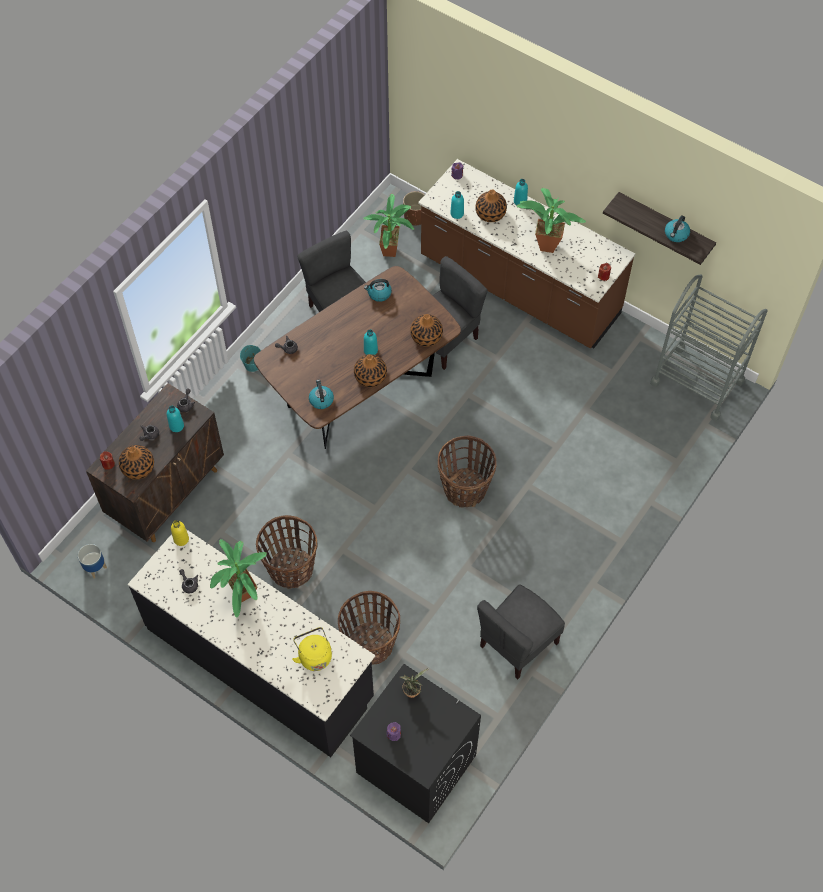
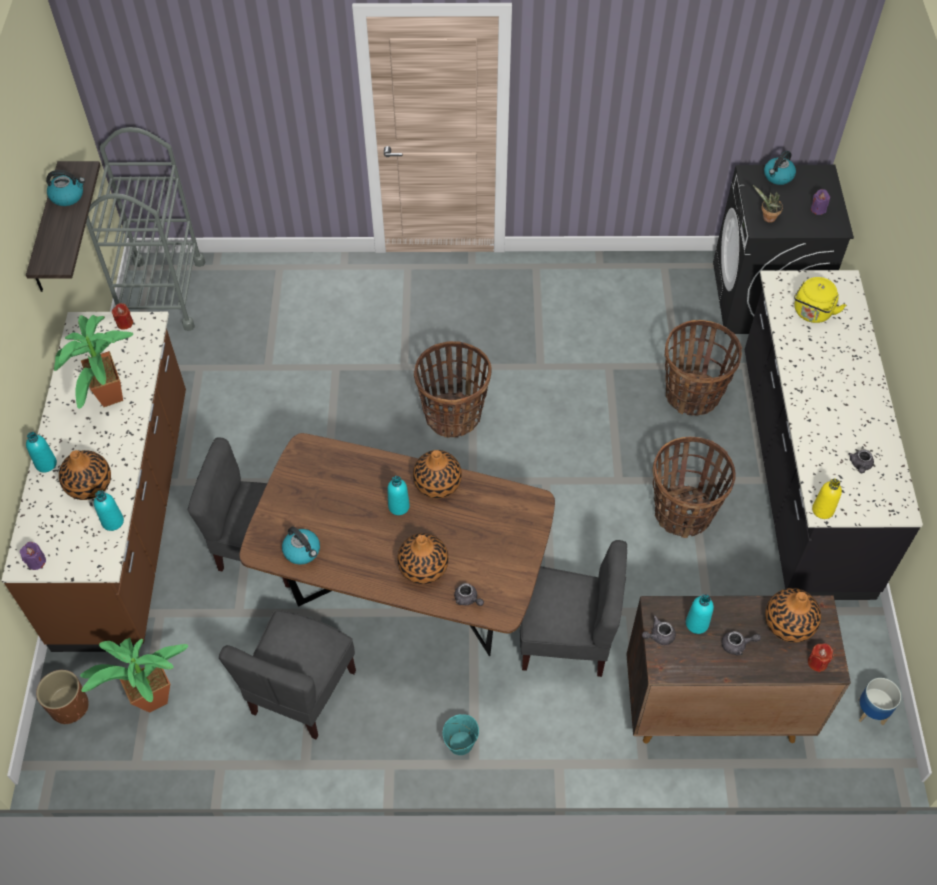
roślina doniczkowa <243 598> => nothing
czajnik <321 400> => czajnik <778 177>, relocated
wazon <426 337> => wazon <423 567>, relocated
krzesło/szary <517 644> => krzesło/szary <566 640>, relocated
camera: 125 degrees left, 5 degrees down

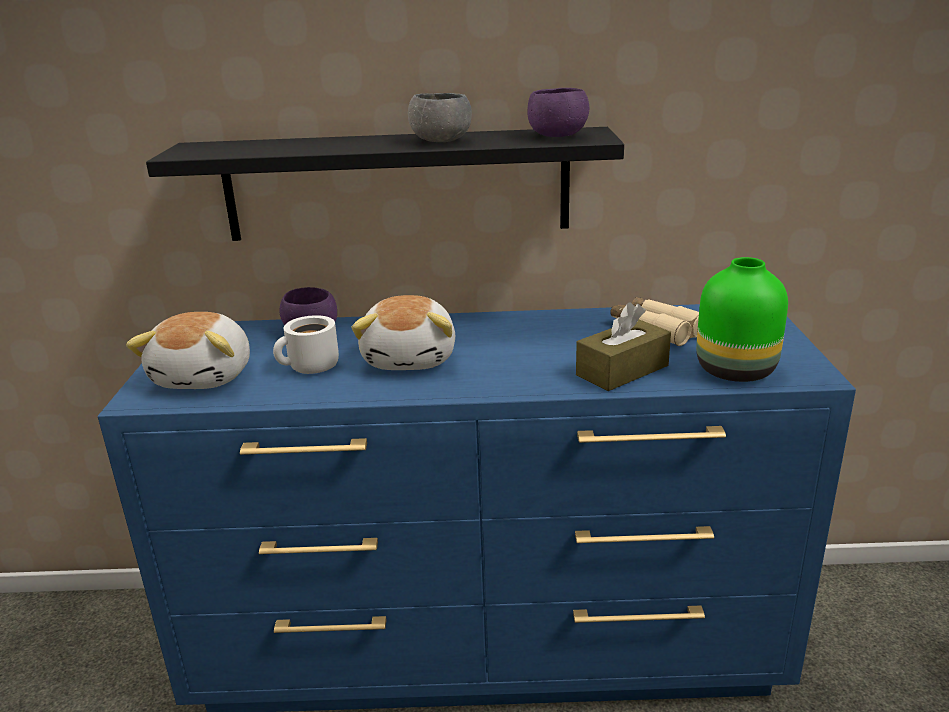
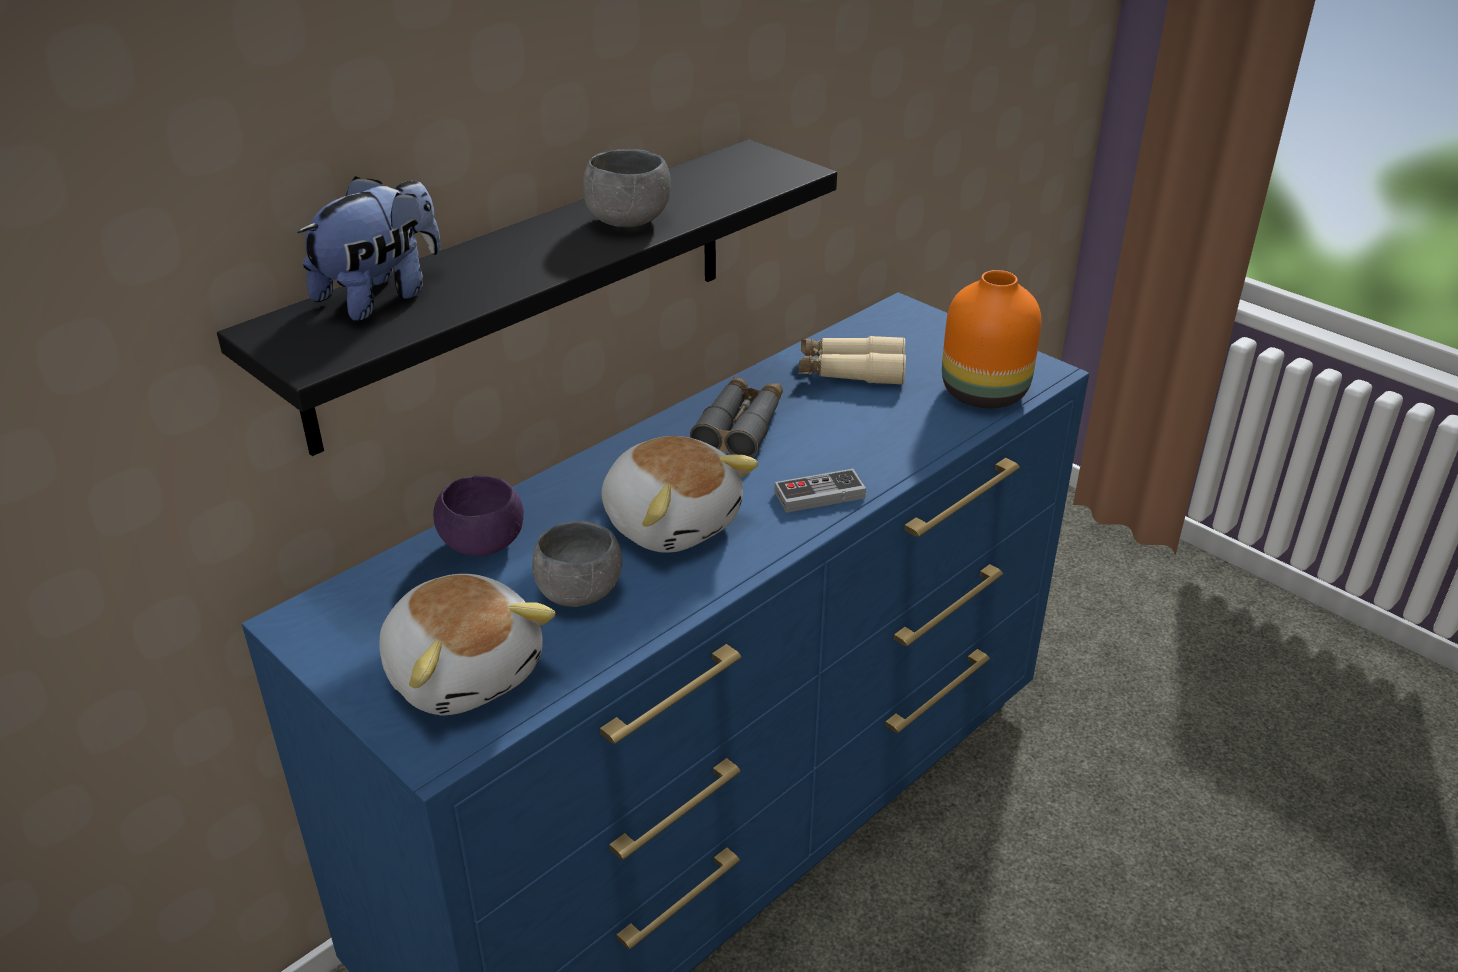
kubek/biały <311 368> => miska/szary <579 592>
miska/fioletowy <558 136> => nothing
pudełko chusteczek/brązowy <622 370> => nothing
wazon/zielony <737 371> => wazon/pomarańczowy <986 393>
nothing => pluszak <381 296>
nothing => lornetka/szary <740 427>
nothing => pad do gier <819 495>
camera: 45 degrees left, 10 degrees up

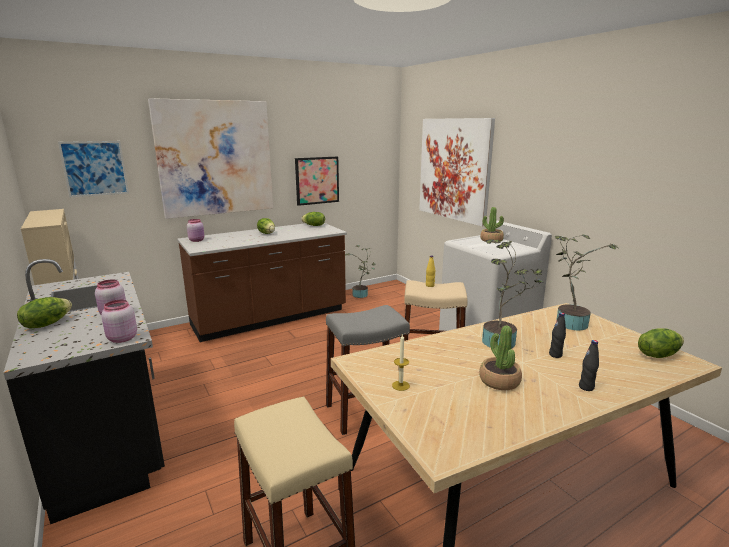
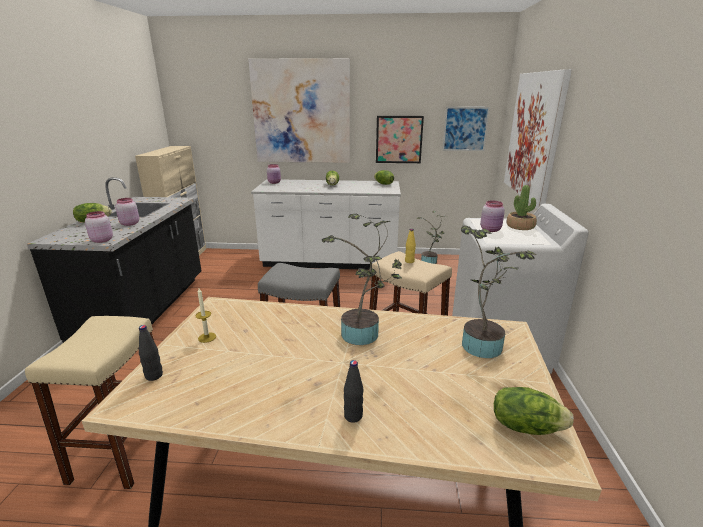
obraz <95 168> => obraz <465 129>, relocated
zabudowa kuchenna/brązowy <270 318> => zabudowa kuchenna/biały <330 262>
roślina doniczkowa <499 381> => nothing
butelka/czarny <555 355> => butelka/czarny <154 376>, relocated
nothing => słoik/różowy <491 230>
camera: 35 degrees right, 5 degrees up

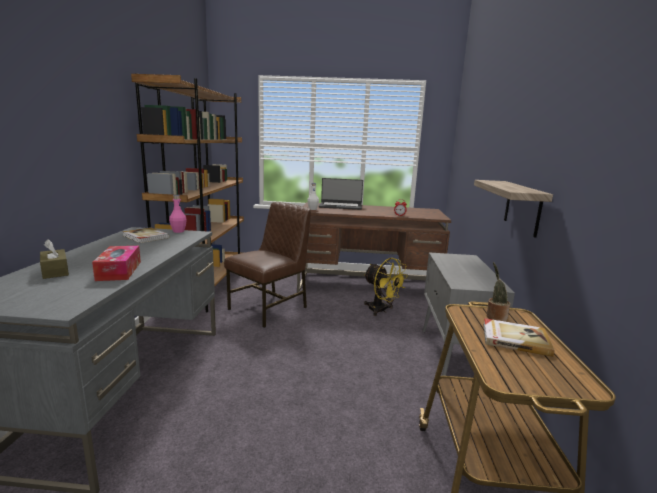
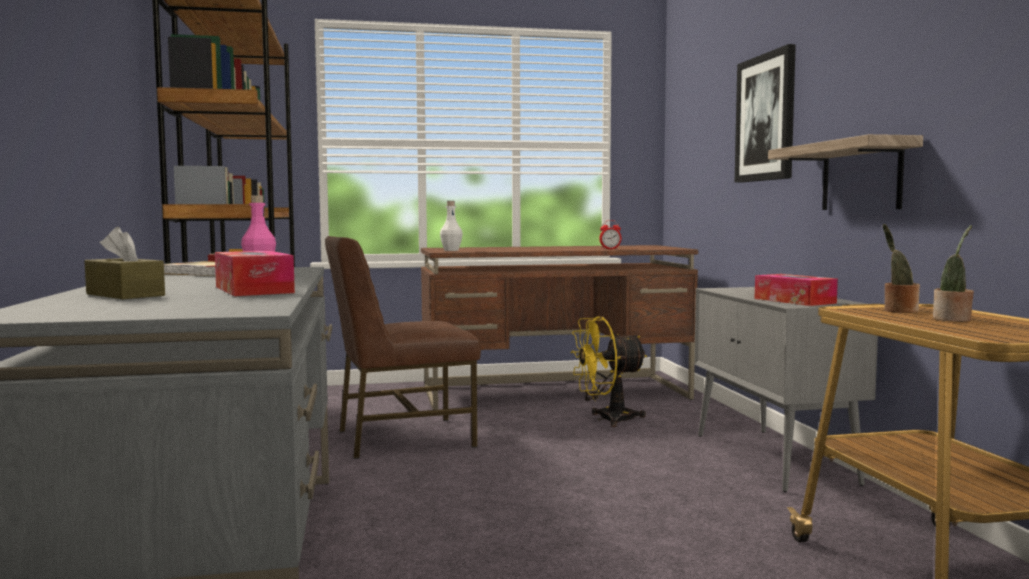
krzesło/brązowy <270 308> => krzesło/brązowy <402 438>, 135 degrees counterclockwise
laptop <340 206> => nothing
wentylator/żółty <381 310> => wentylator/żółty <607 419>, 135 degrees clockwise
książka <514 339> => roślina doniczkowa <953 319>
nothing => obraz <766 118>
nothing => pudełko chusteczek <794 301>
camera: 15 degrees left, 10 degrees down

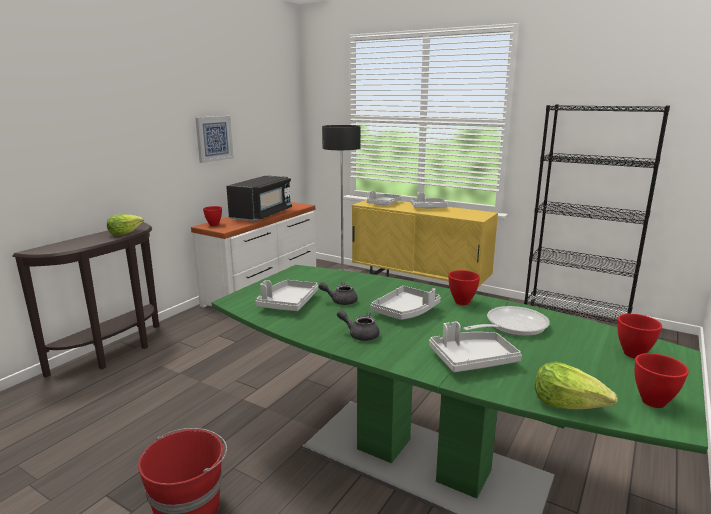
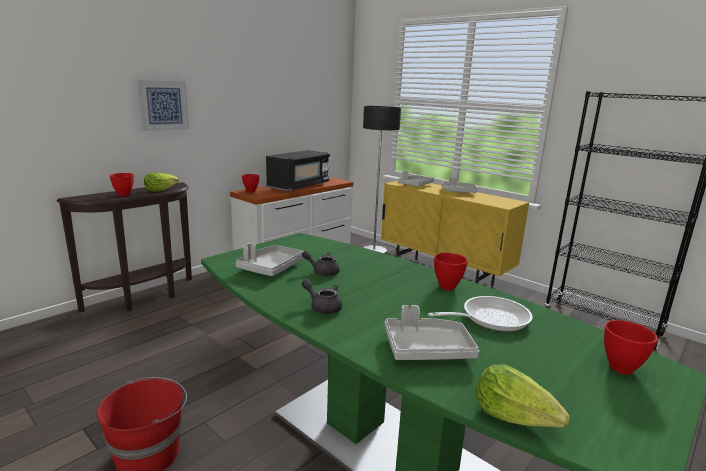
obraz <214 138> => obraz <163 105>, relocated
taca/szary <406 311> => nothing
miska/czerwony <652 402> => miska/czerwony <123 195>, relocated
camera: 10 degrees right, 0 degrees up

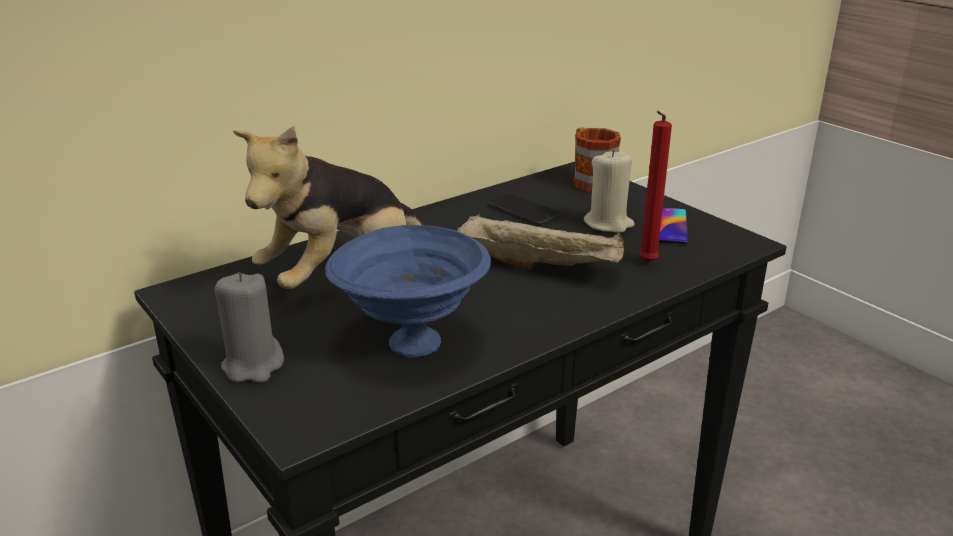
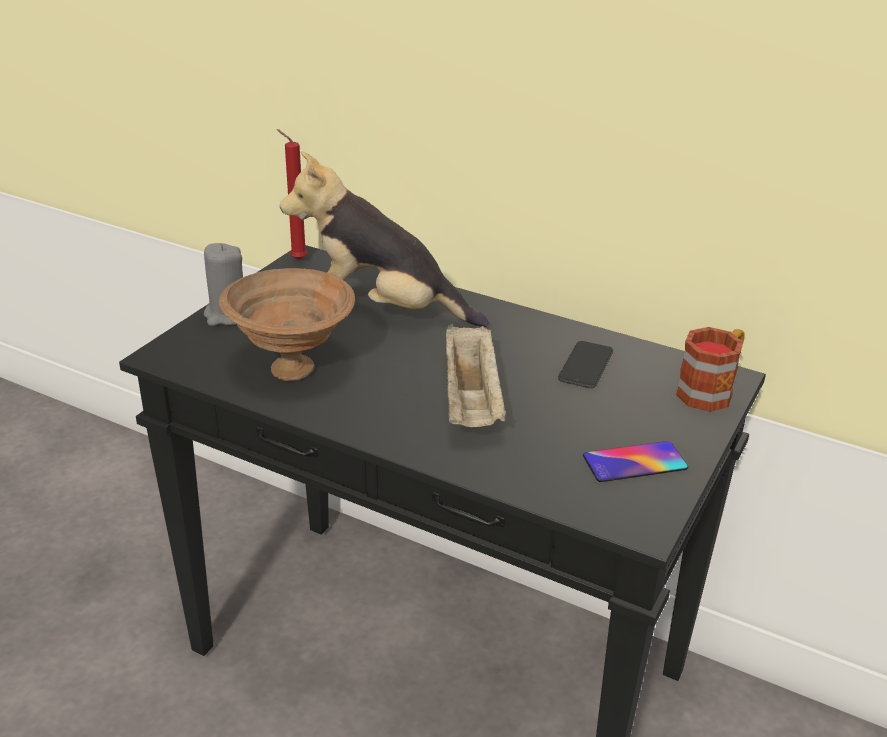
miska/niebieski <410 344> => miska/brązowy <290 368>
świeca/beżowy <608 224> => nothing
świeca/czerwony <646 263> => świeca/czerwony <296 259>, relocated
camera: 65 degrees right, 5 degrees up

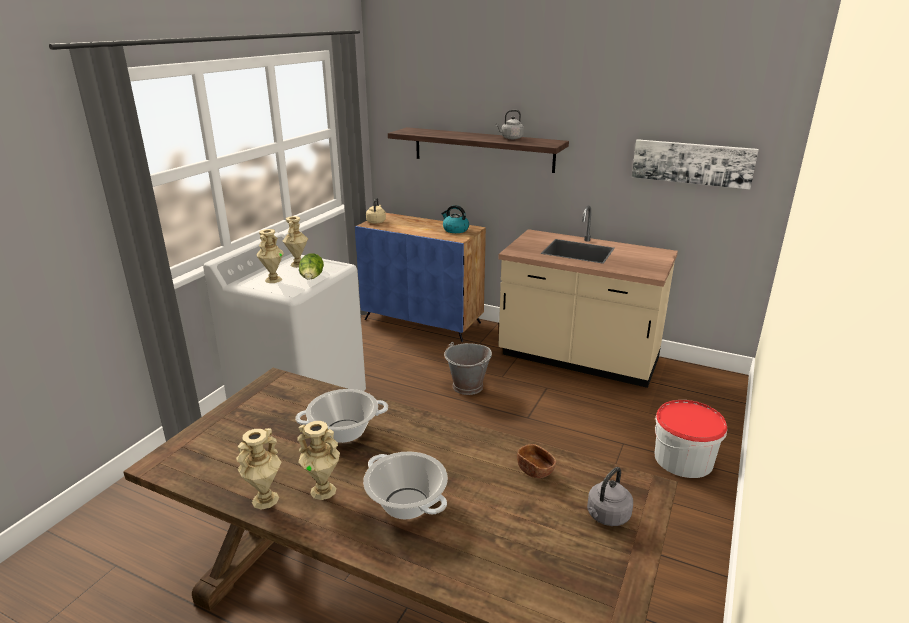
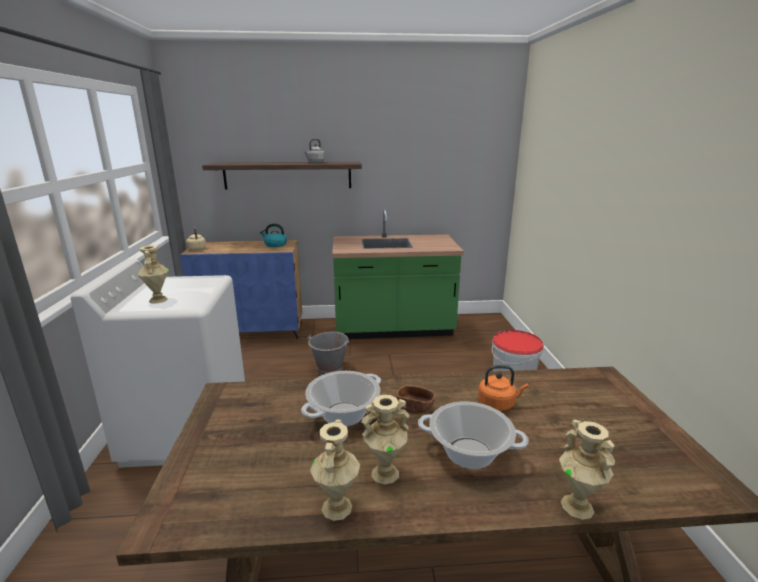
wazon/beżowy <298 264> => wazon/beżowy <578 506>, relocated
sałata <312 278> => nothing
zabudowa kuchenna/beżowy <578 359> => zabudowa kuchenna/zielony <393 329>
miska/brązowy <535 470> => miska/brązowy <415 408>, relocated
czajnik/szary <606 516> => nothing
obraz <692 163> => nothing
nothing => czajnik/pomarańczowy <498 404>
camera: 30 degrees left, 5 degrees down

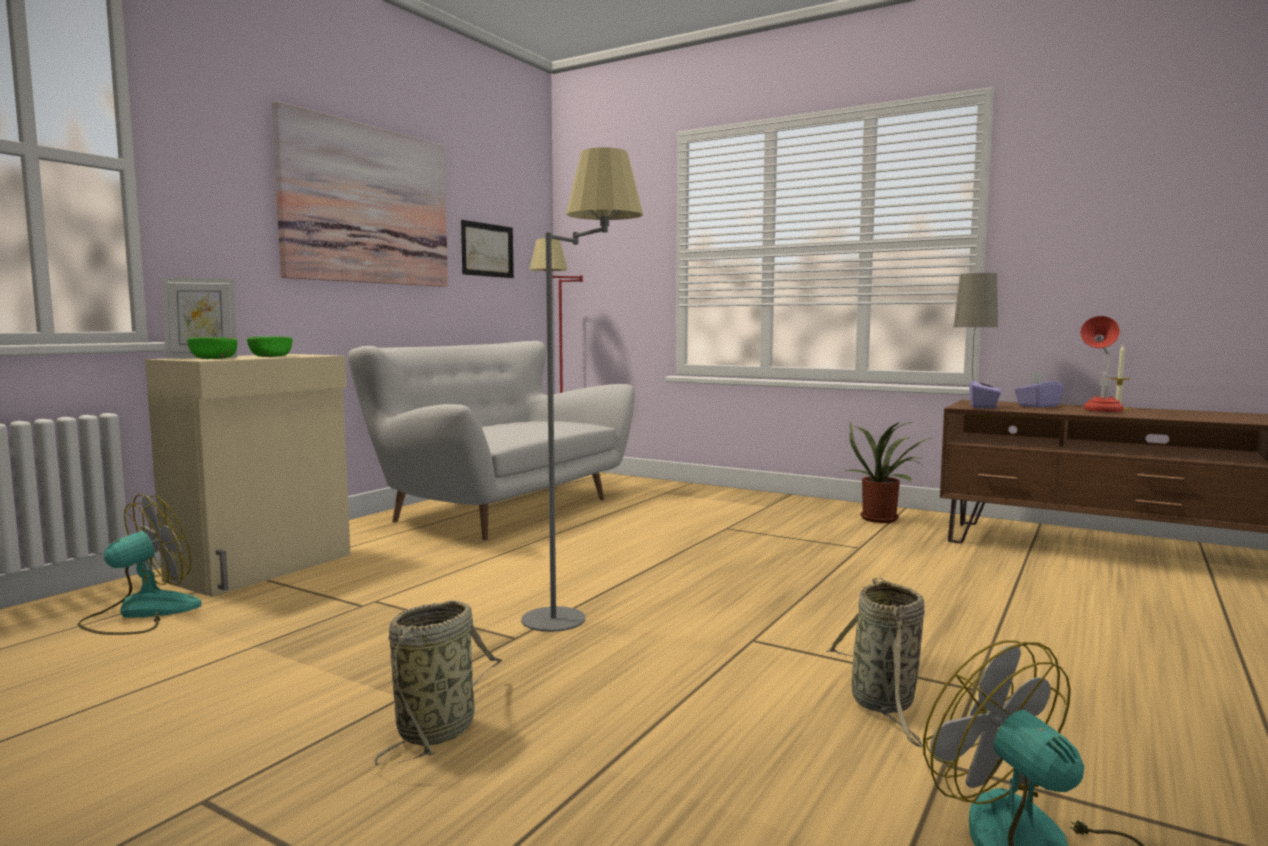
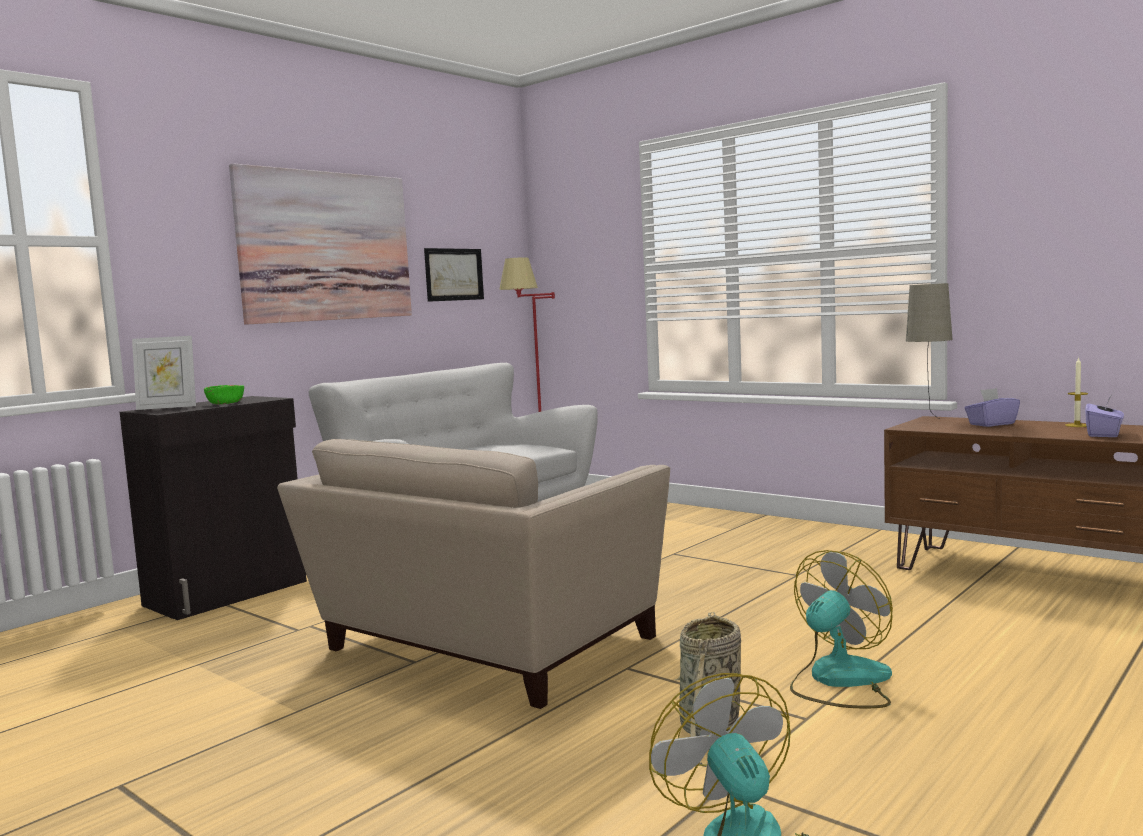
wentylator <141 613> => wentylator <839 681>, relocated
szafka/beżowy <264 567> => szafka/czarny <228 593>
miska/zielony <213 359> => nothing
koszyk <439 728> => nothing
lampa stojąca/szary <582 620> => fotel/beżowy <482 646>
roślina doniczkowa <882 519> => nothing
pudełko chusteczek/fioletowy <983 407> => pudełko chusteczek/fioletowy <1103 434>, relocated
lampa stołowa/czerwony <1100 411> => nothing
camera: 10 degrees right, 0 degrees up

